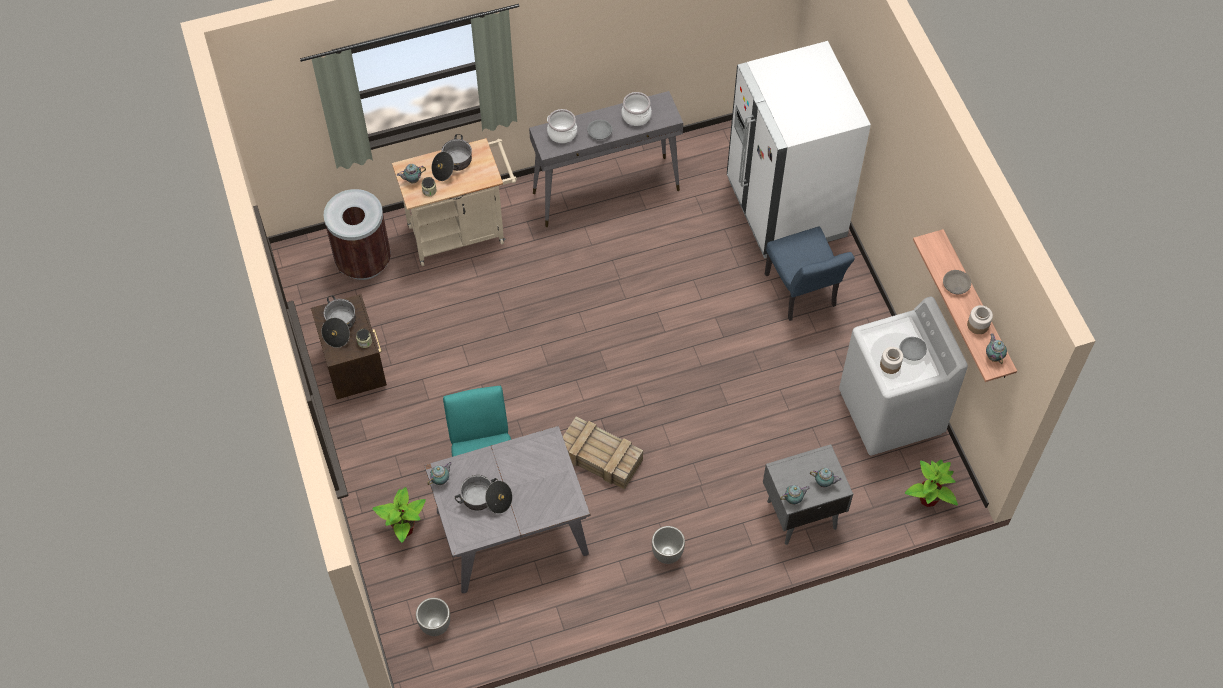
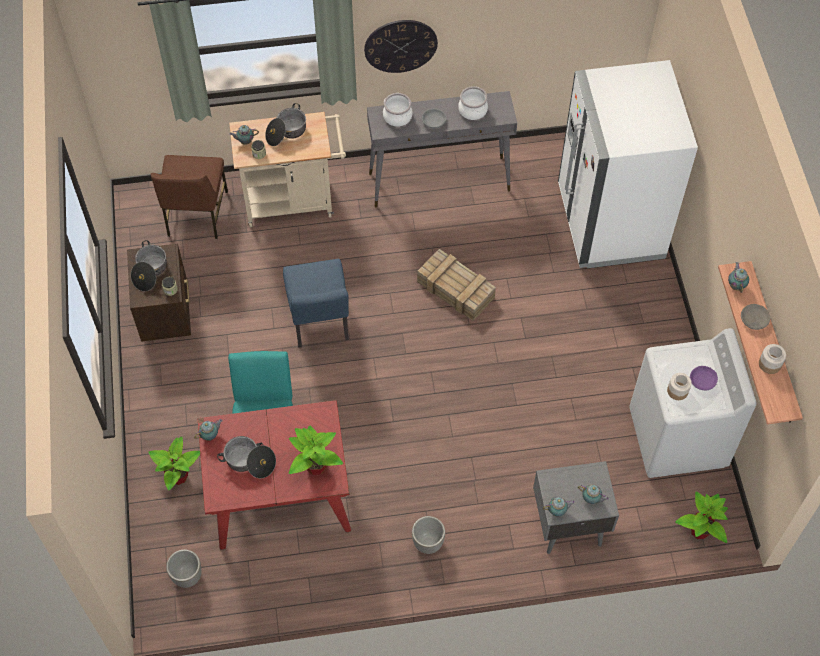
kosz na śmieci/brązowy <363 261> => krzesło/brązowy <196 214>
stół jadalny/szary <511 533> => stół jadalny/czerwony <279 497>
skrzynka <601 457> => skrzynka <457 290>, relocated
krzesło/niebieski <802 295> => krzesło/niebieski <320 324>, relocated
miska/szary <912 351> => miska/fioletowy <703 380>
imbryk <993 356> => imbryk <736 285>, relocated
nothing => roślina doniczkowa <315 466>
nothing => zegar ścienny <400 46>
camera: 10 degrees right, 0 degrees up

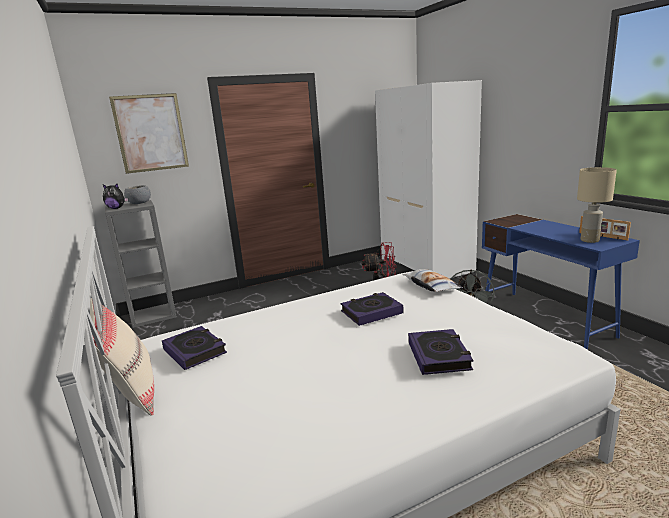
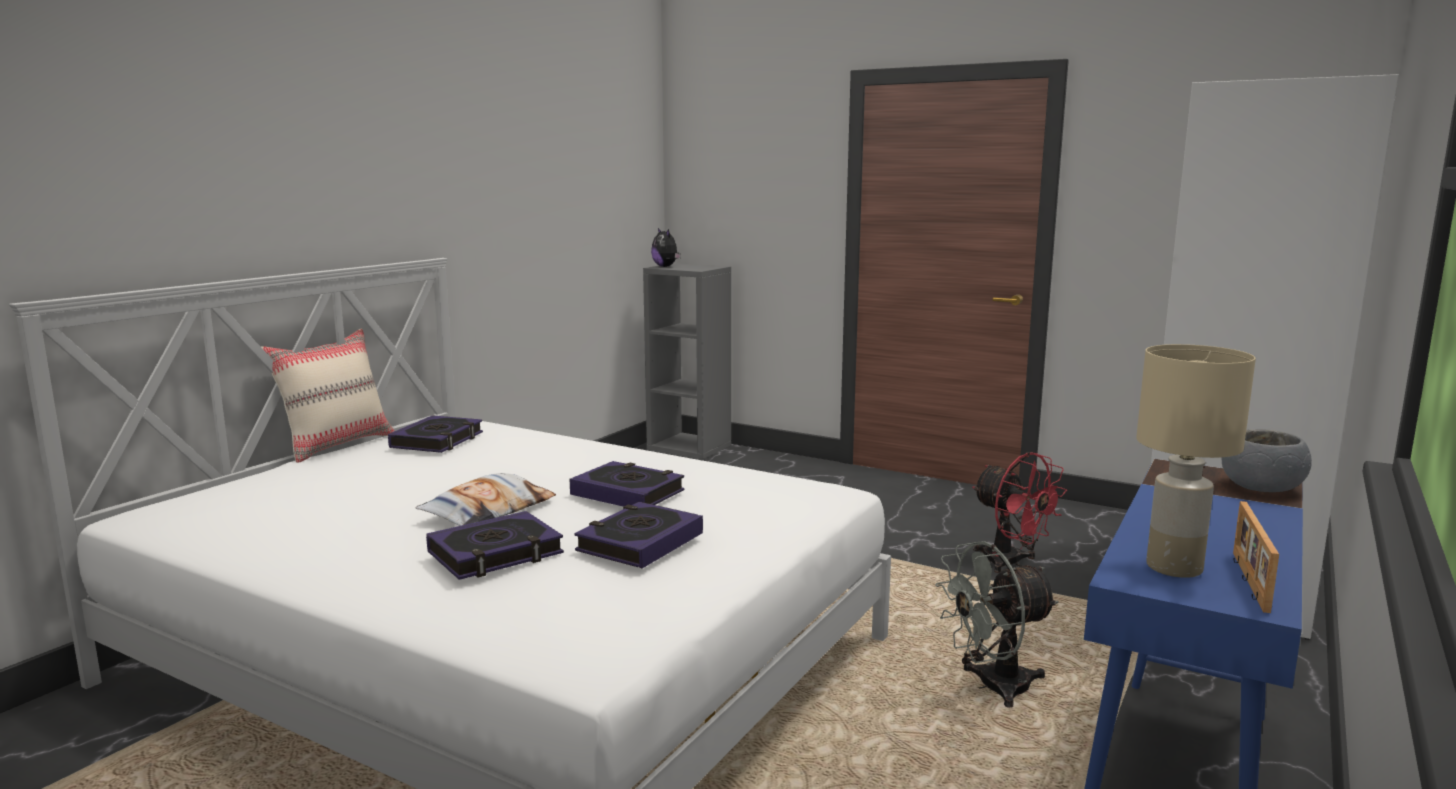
obraz <151 133> => nothing
miska/szary <139 203> => miska/szary <1261 488>, relocated
poduszka <431 286> => poduszka <488 511>, relocated
nothing => książka <640 542>
camera: 55 degrees right, 5 degrees down

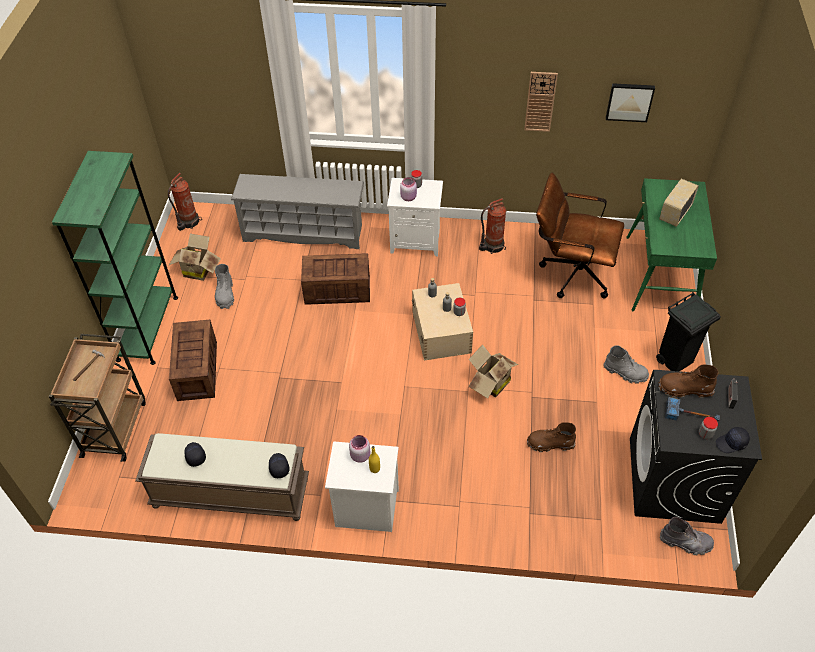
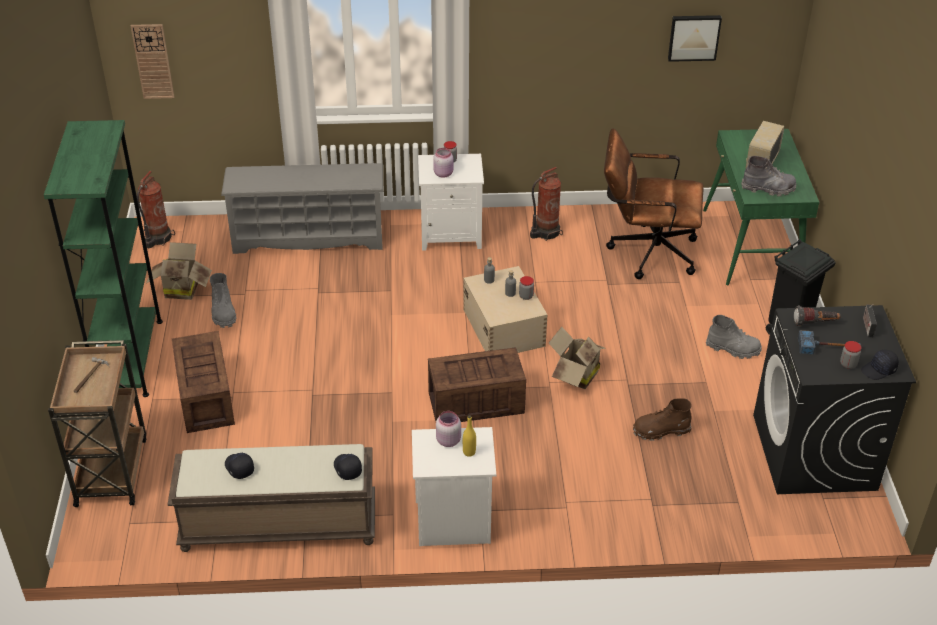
skrzynka <336 290> => skrzynka <474 403>, relocated
zegar ścienny <540 101> => zegar ścienny <153 61>, relocated
but z cholewką/brązowy <684 389> => latarka <815 324>
but z cholewką/szary <686 542> => but z cholewką/szary <768 189>, relocated
camera: 10 degrees left, 10 degrees down

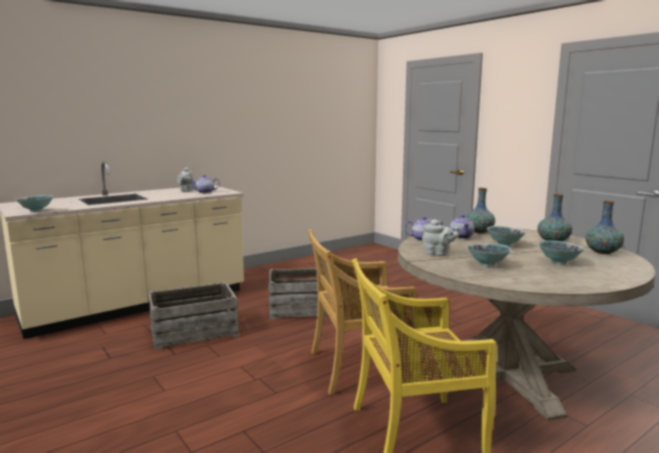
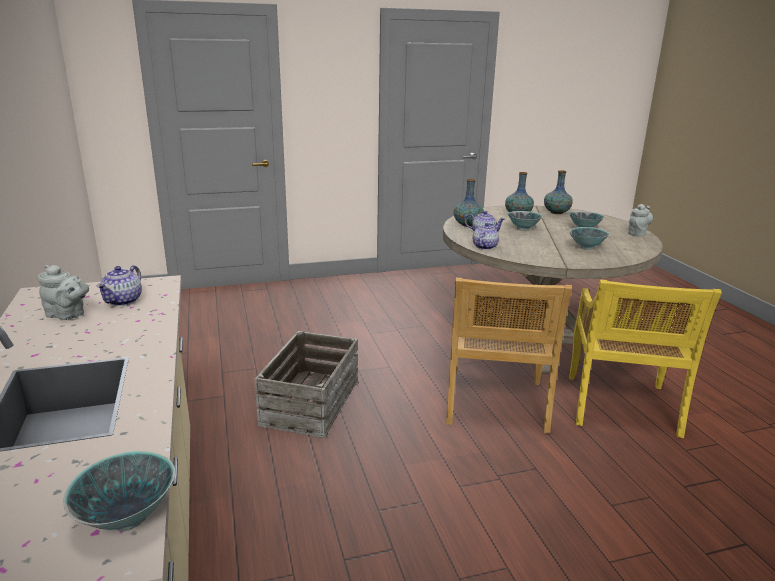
skrzynka <194 332> => nothing
imbryk/szary <438 253> => imbryk/szary <637 233>, relocated
camera: 70 degrees left, 10 degrees up

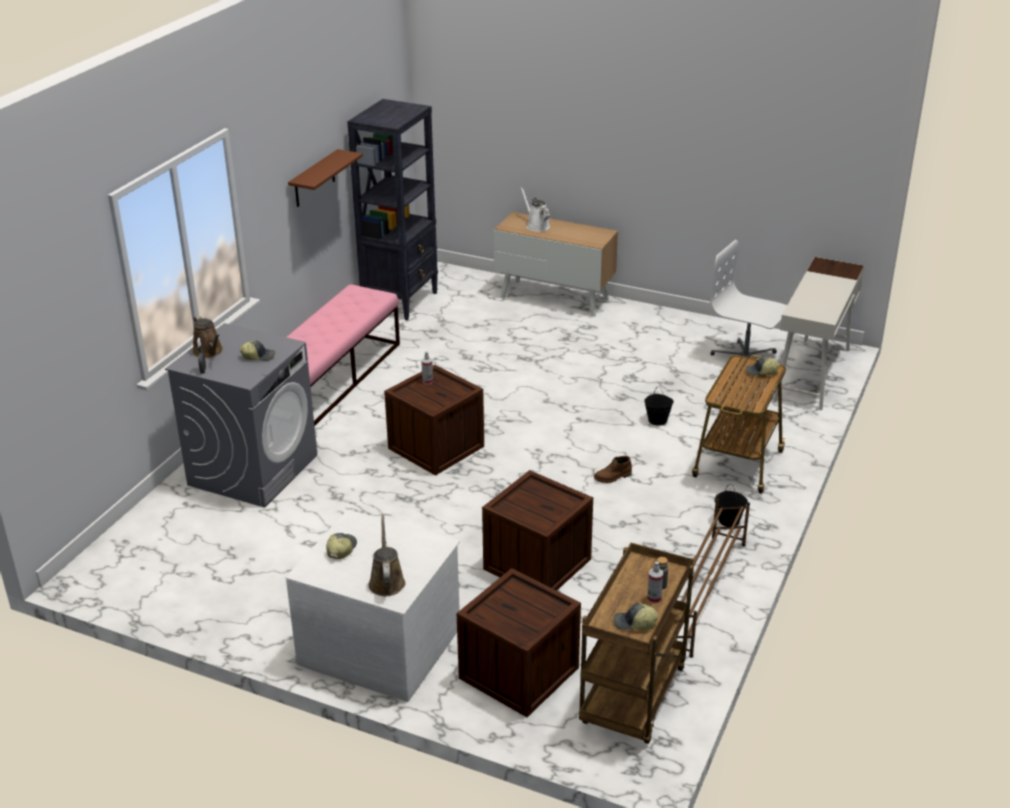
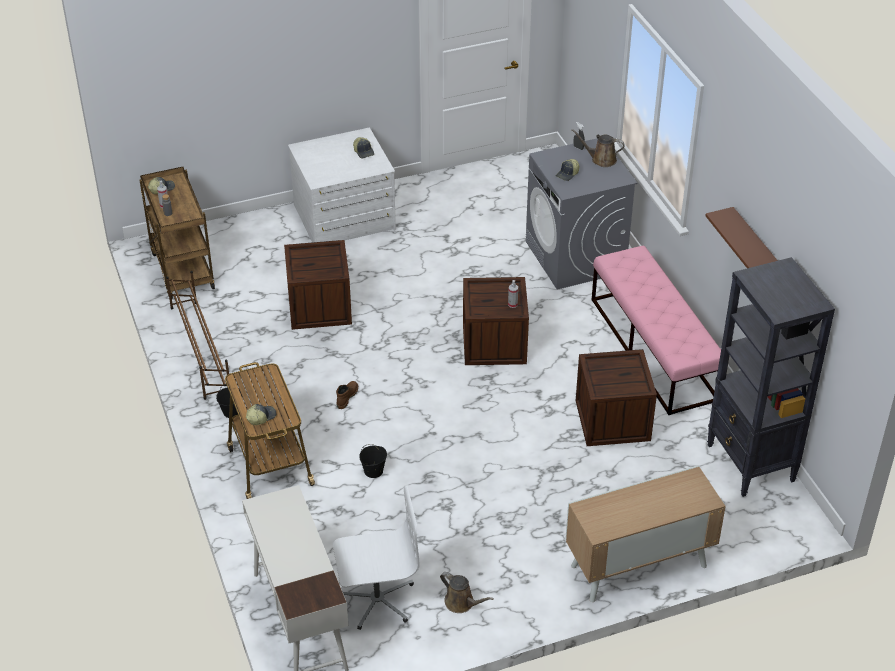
konewka/brązowy <386 581> => konewka/brązowy <462 603>, relocated
skrzynka <519 672> => skrzynka <612 420>, relocated
konewka/biały <536 225> => nothing
camera: 135 degrees right, 10 degrees up

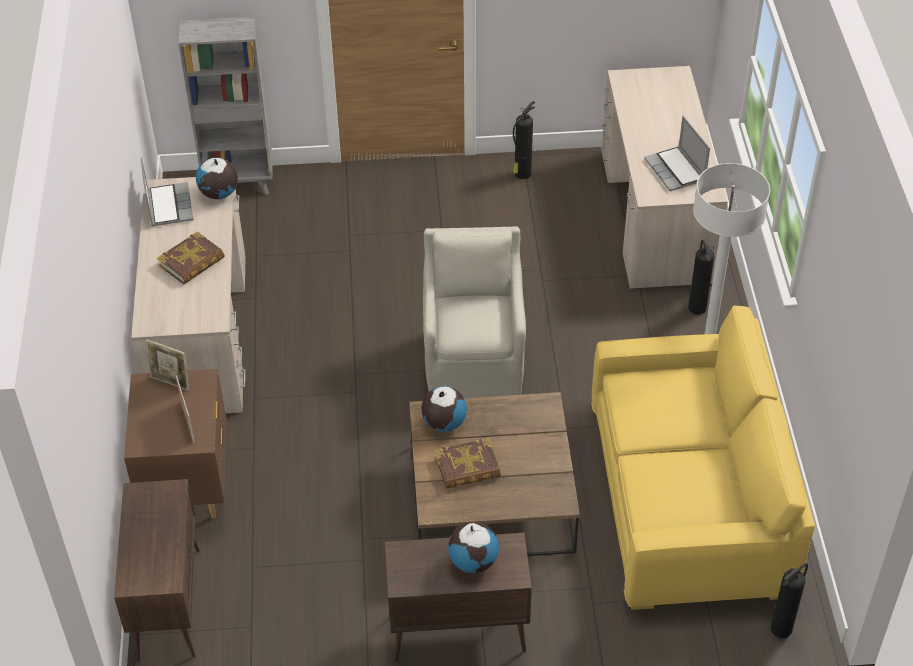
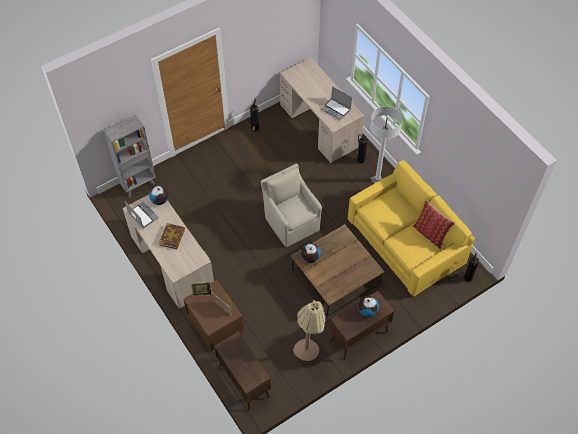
książka <467 468> => nothing
nothing => lampa stojąca/beżowy <308 355>
nothing => poduszka <430 234>
camera: 30 degrees left, 10 degrees up

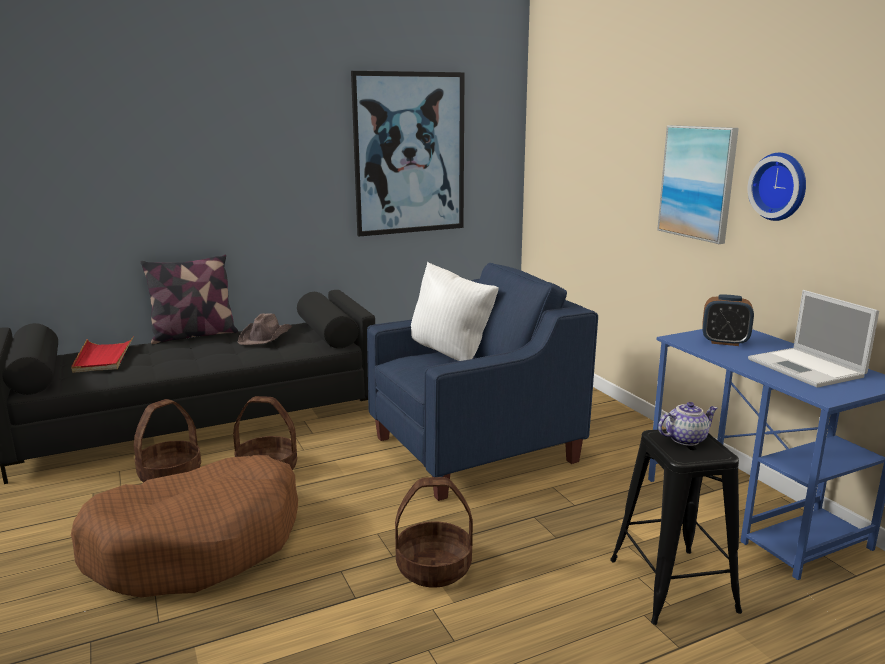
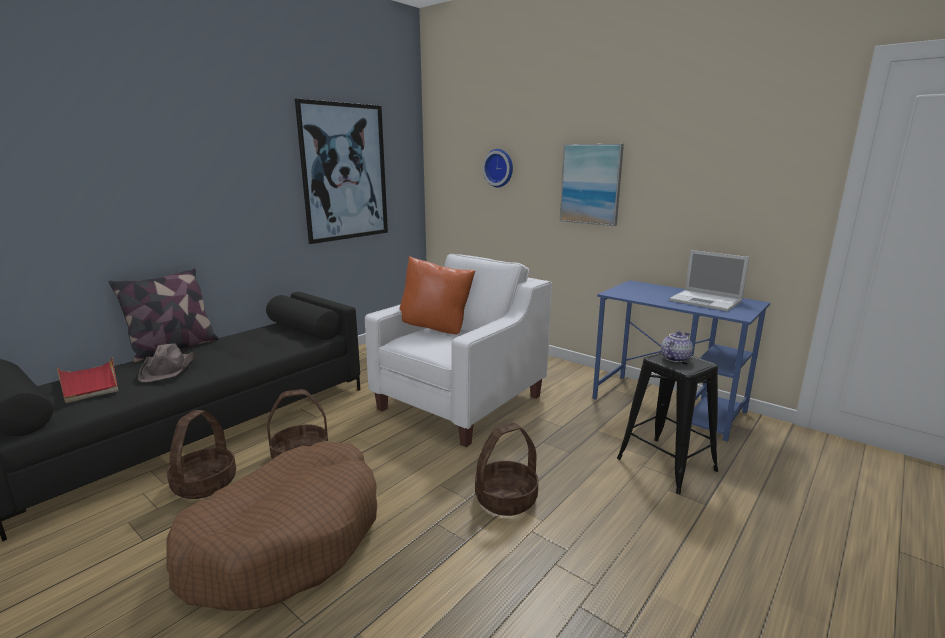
kapelusz/brązowy <266 336> => kapelusz/brązowy <169 368>, relocated
fotel/niebieski <475 450> => fotel/biały <461 403>
poduszka/biały <451 353> => poduszka/pomarańczowy <436 329>
budzik <724 342> => nothing
zegar ścienny <780 186> => zegar ścienny <499 168>, relocated
camera: 25 degrees left, 0 degrees up

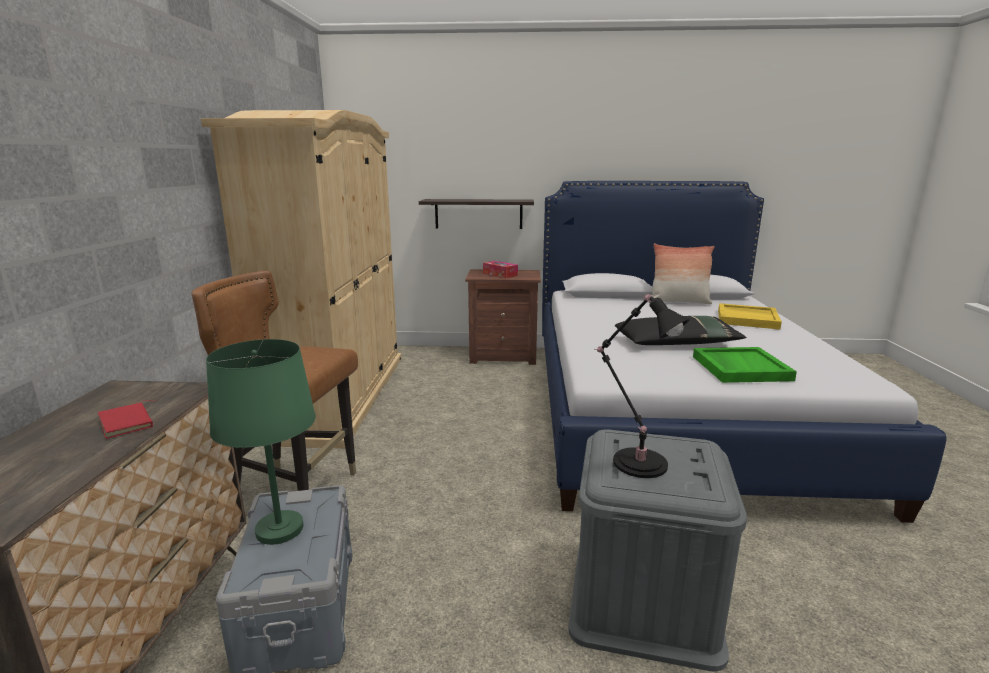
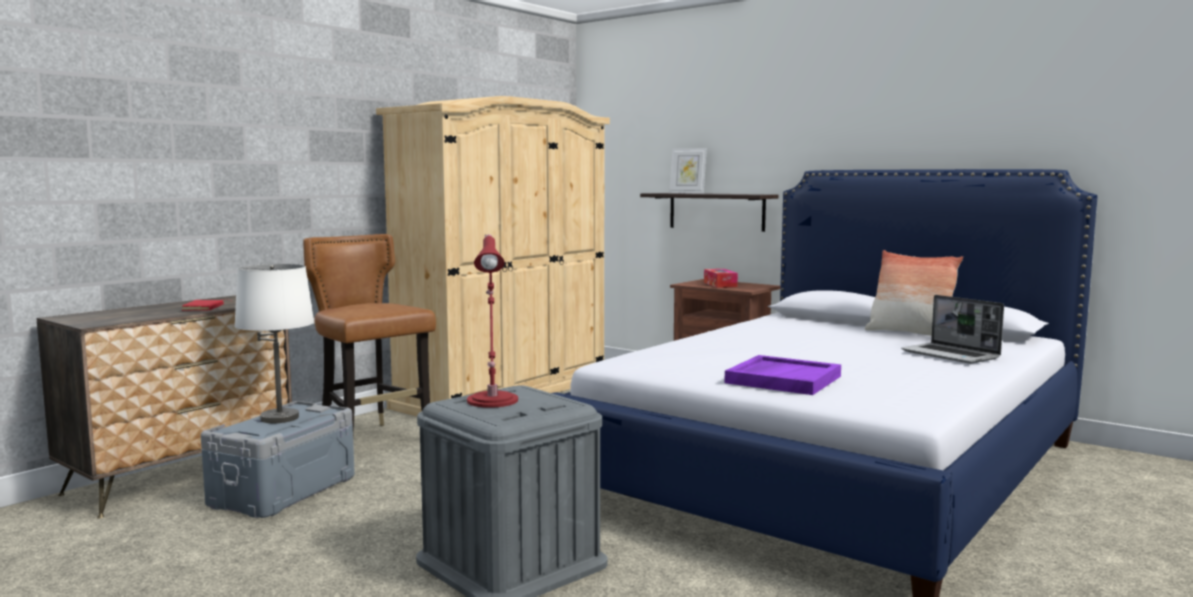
lampa stołowa/zielony <280 529> => lampa stołowa/biały <280 418>
lampa stołowa/czarny <636 461> => lampa stołowa/czerwony <493 399>
poduszka/czarny <677 343> => nothing
taca/zielony <739 368> => taca/fioletowy <783 379>
taca/żółty <748 319> => laptop <951 355>
nothing => ramka na zdjęcie <687 193>
camera: 35 degrees right, 10 degrees down

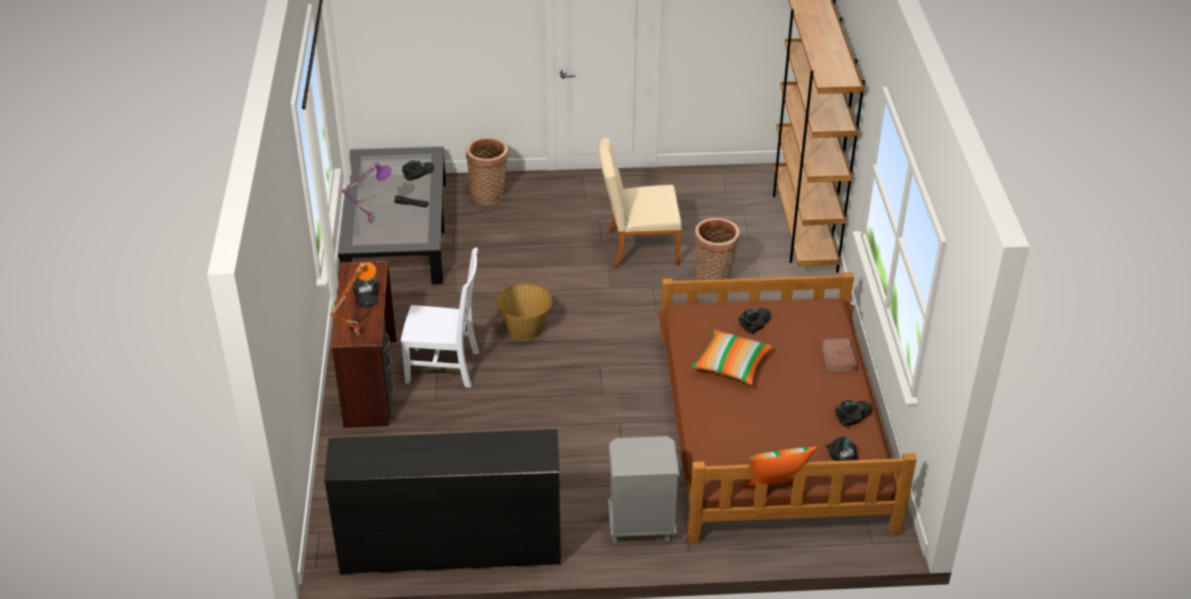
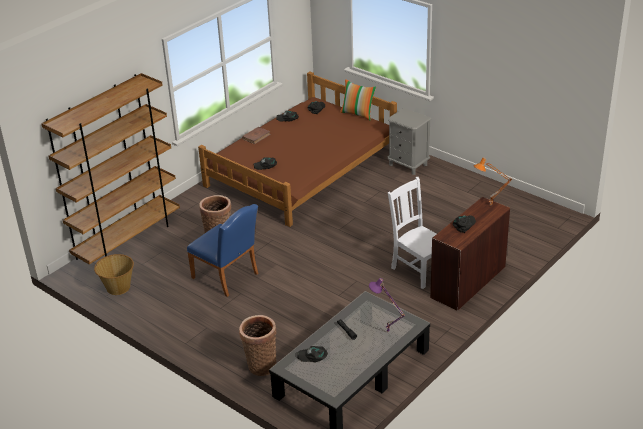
komoda/czarny <450 548> => nothing
koszyk <525 330> => koszyk <118 287>, relocated
krzesło/beżowy <637 248> => krzesło/niebieski <228 277>
poduszka <731 365> => nothing
camera: 135 degrees left, 5 degrees down

